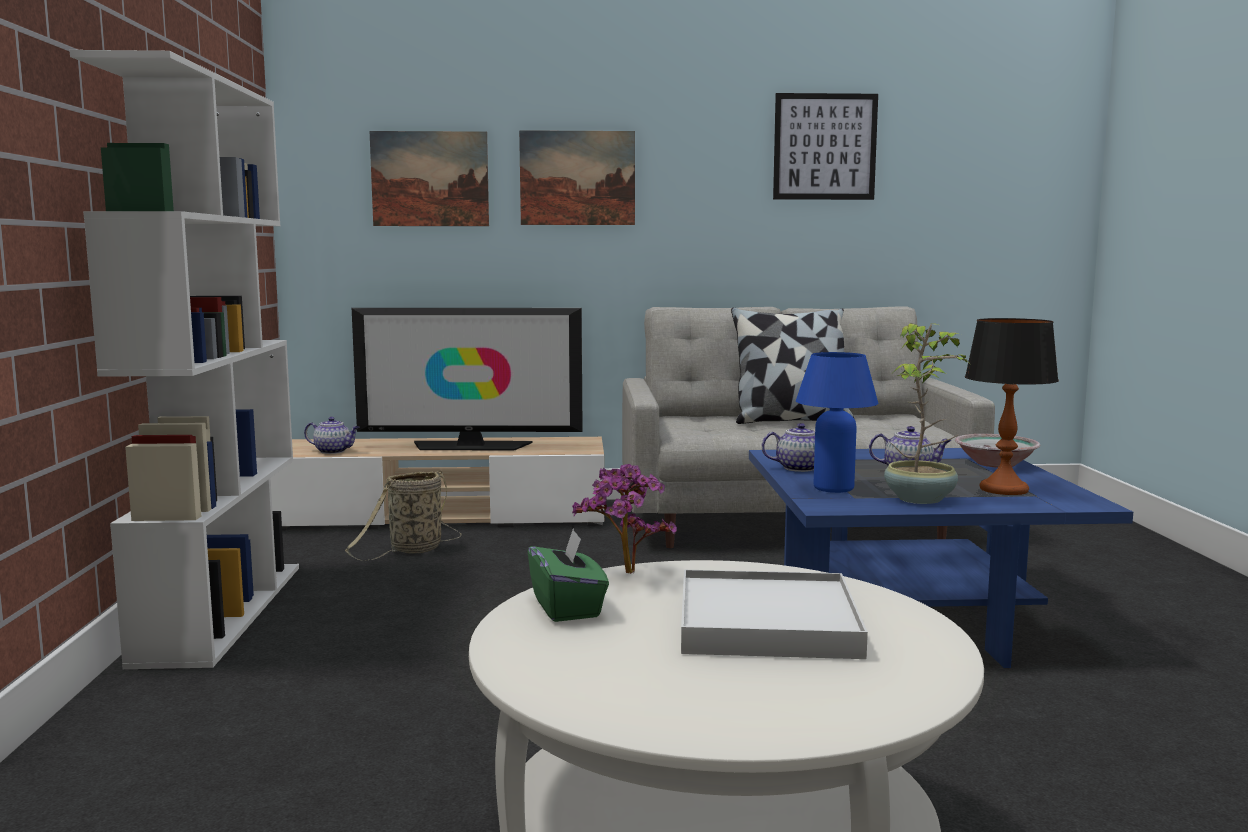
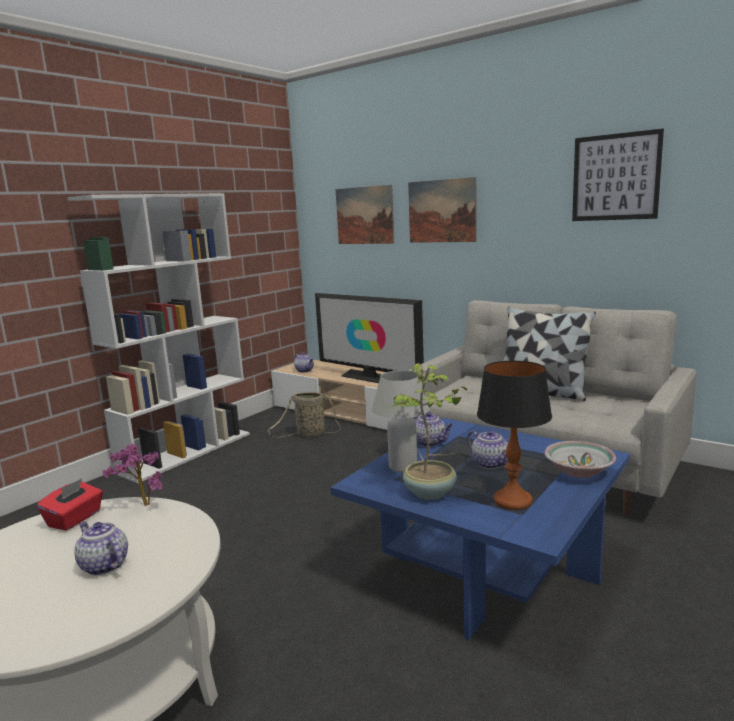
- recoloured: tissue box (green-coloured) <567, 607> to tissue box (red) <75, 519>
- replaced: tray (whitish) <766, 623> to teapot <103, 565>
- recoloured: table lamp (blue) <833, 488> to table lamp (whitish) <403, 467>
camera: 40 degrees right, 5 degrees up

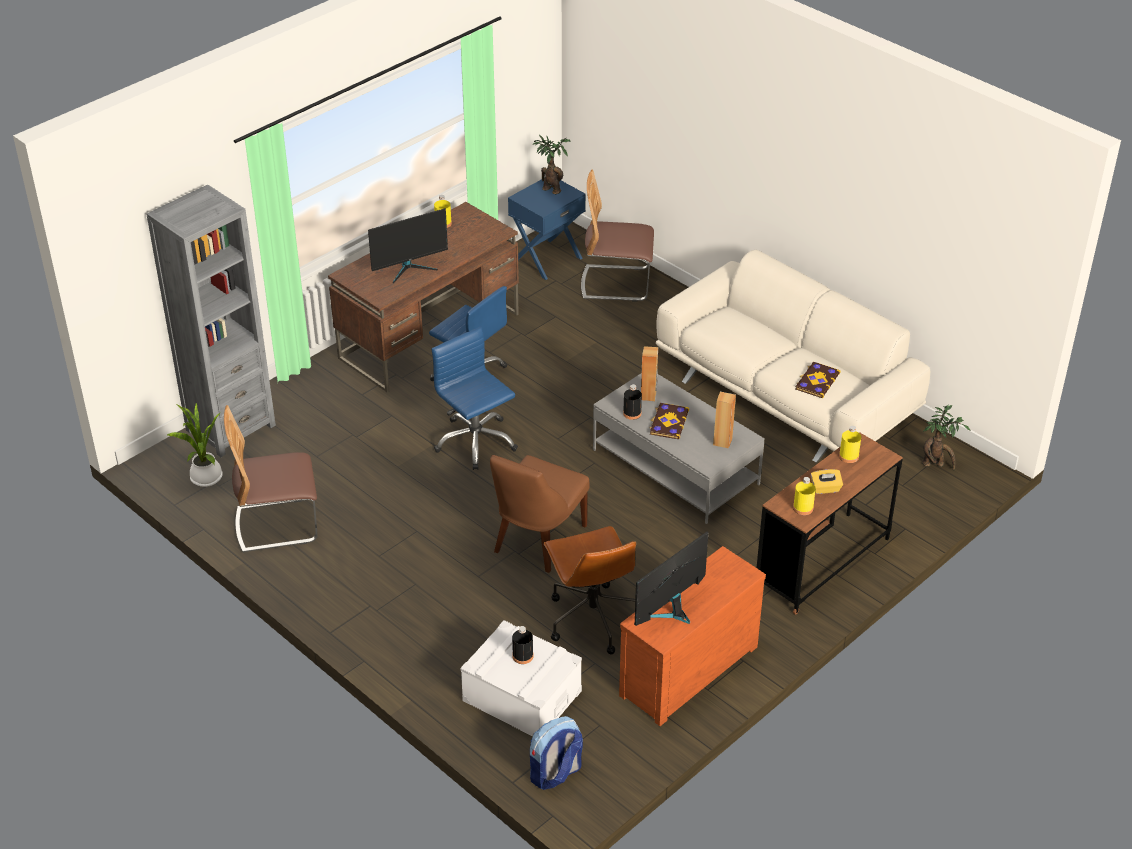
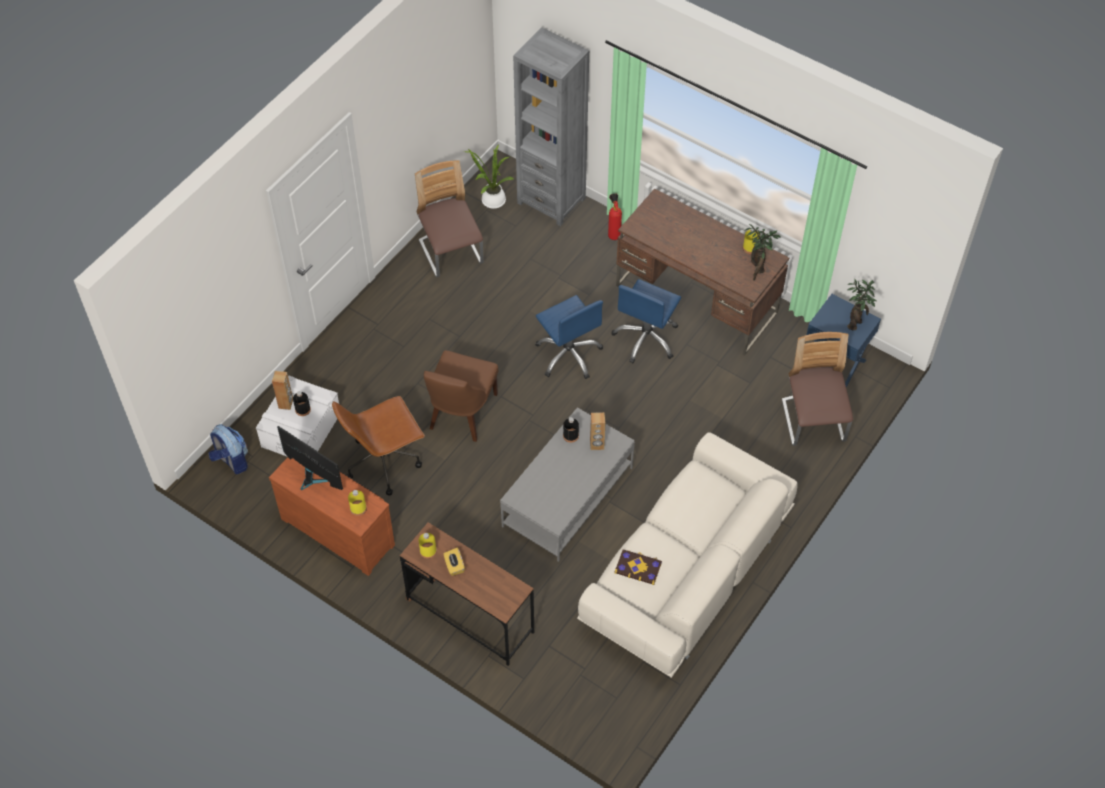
- removed: computer screen <410, 268>
- turned: desk chair (blue) <475, 442> = <569, 354> 105 degrees clockwise
- turned: chair (brownish) <537, 541> = <461, 414> 90 degrees counterclockwise
- removed: book <668, 422>
- moved: loudspeaker (brownish) <722, 442> to <286, 403>
- moved: bottle (yellow-coloured) <848, 456> to <358, 508>
- moved: houseplant <936, 464> to <757, 269>
- added: fire extinguisher <613, 234>
camera: 80 degrees right, 15 degrees up

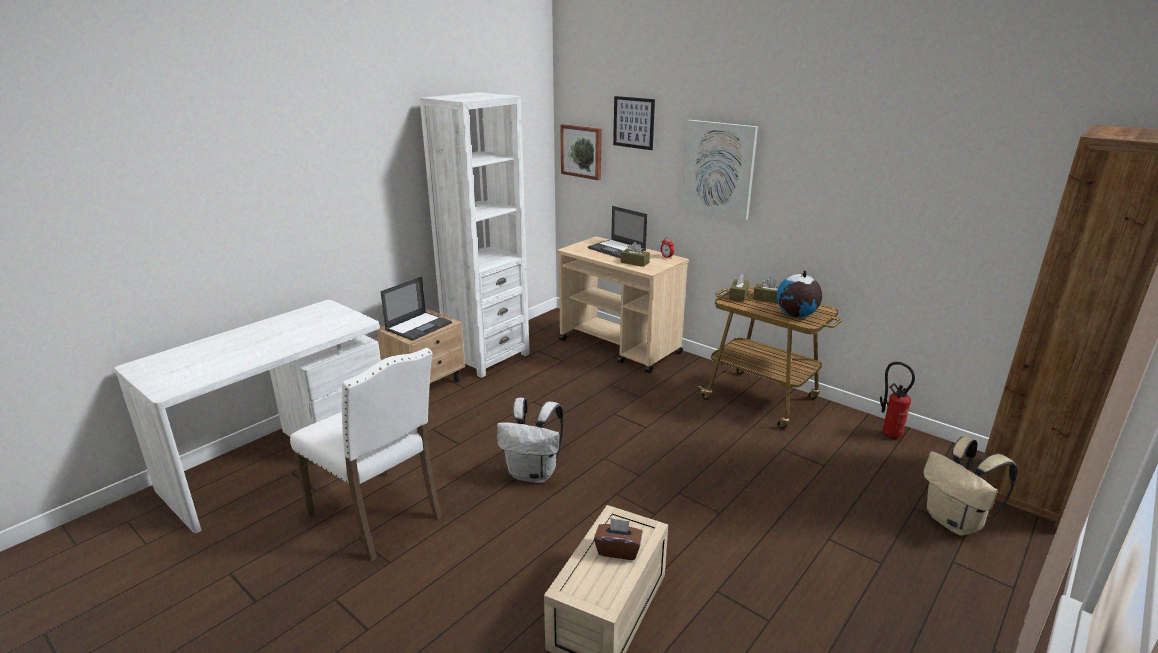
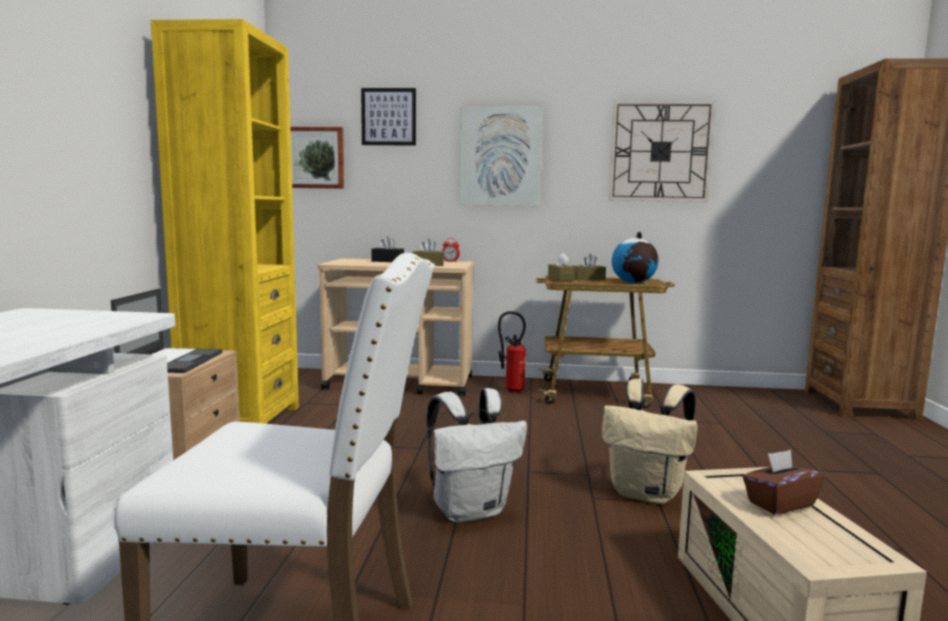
- recoloured: bookcase (whitish) <487, 357> to bookcase (yellow-coloured) <241, 420>
- replaced: laptop <617, 249> to tissue box (blackish) <387, 261>
- moved: fire extinguisher <888, 434> to <511, 390>
- moved: rucksack (sand-coloured) <955, 522> to <647, 493>
- added: clock on the wall <660, 151>
camera: 35 degrees left, 15 degrees down

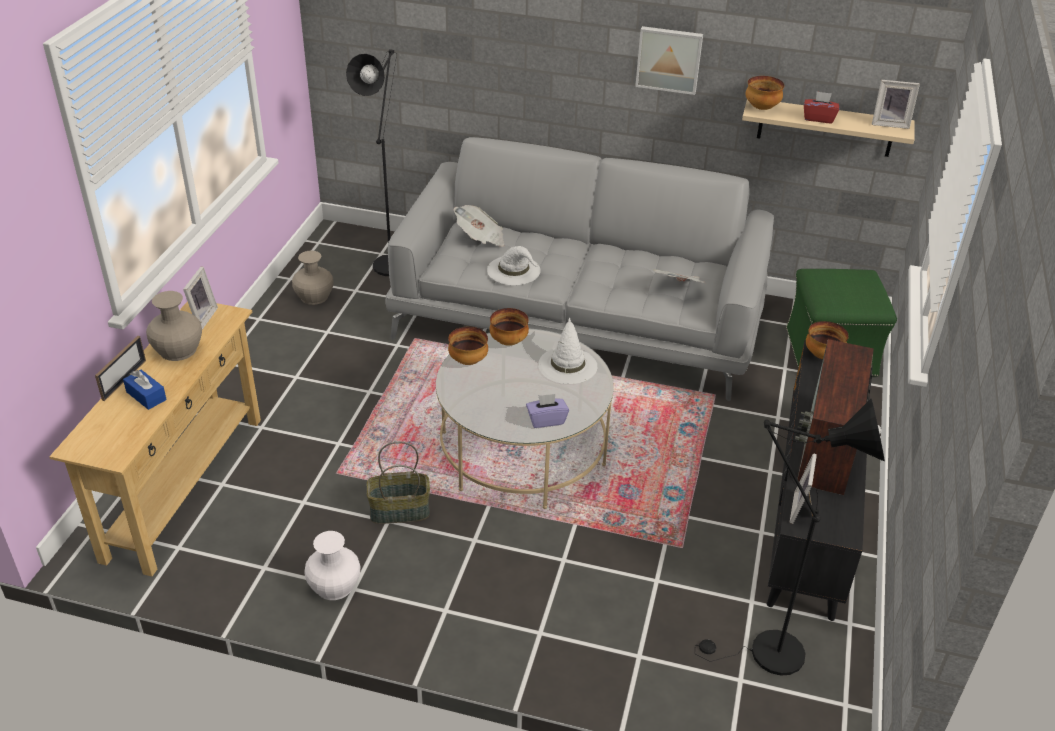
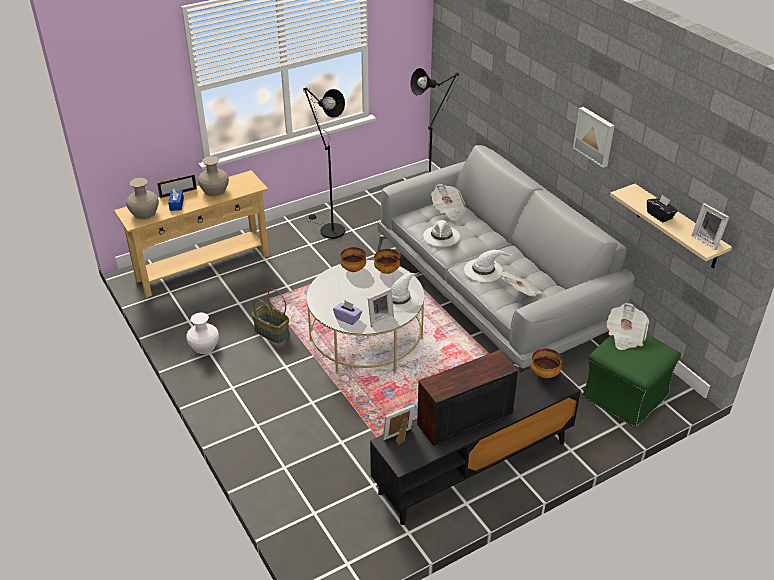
- moved: picture frame <201, 318> to <379, 319>
- moved: flower vase (sand-coloured) <314, 296> to <144, 213>
- moved: floor lamp (blackish) <767, 654> to <328, 229>
- removed: deep dish <761, 108>
- recoloured: tissue box (red) <818, 118> to tissue box (blackish) <659, 215>
- added: clothing hat (whitish) <484, 270>
- added: printed paper <625, 336>
camera: 45 degrees right, 0 degrees up

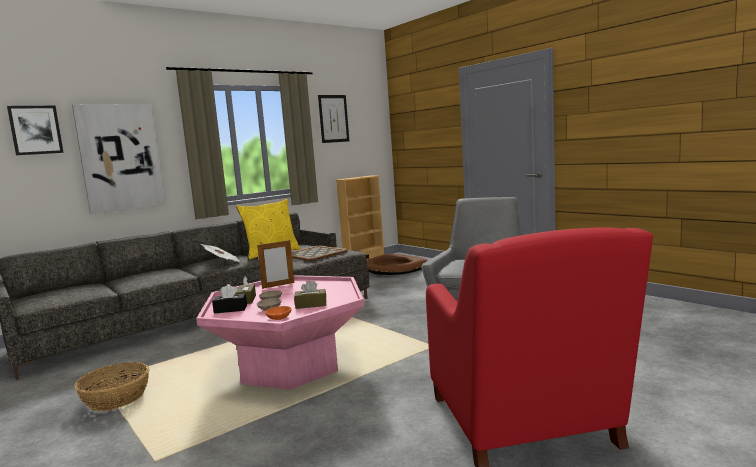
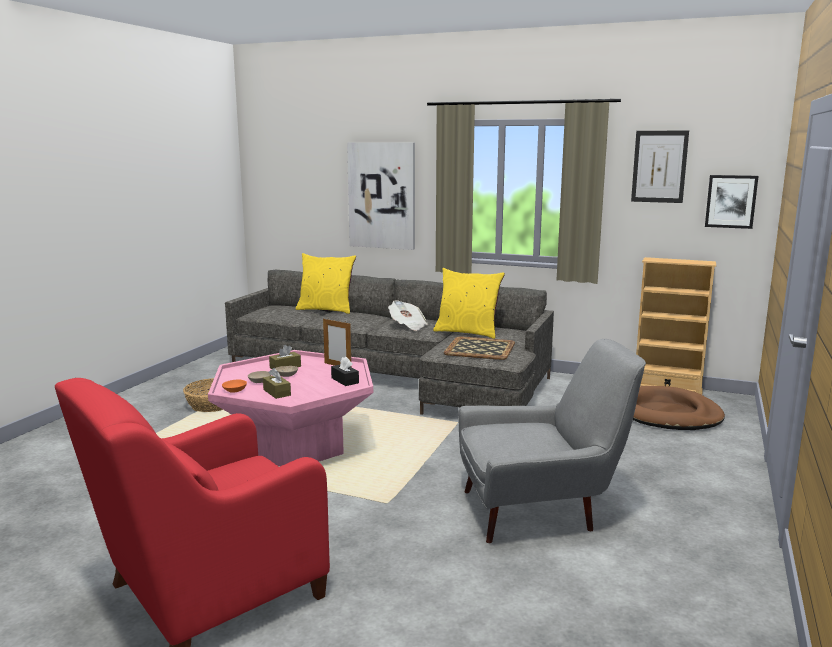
- moved: picture <35, 130> to <730, 201>
- moved: tissue box (blackish) <230, 309> to <345, 380>
- added: cushion (yellow-coloured) <326, 309>
camera: 60 degrees right, 5 degrees up

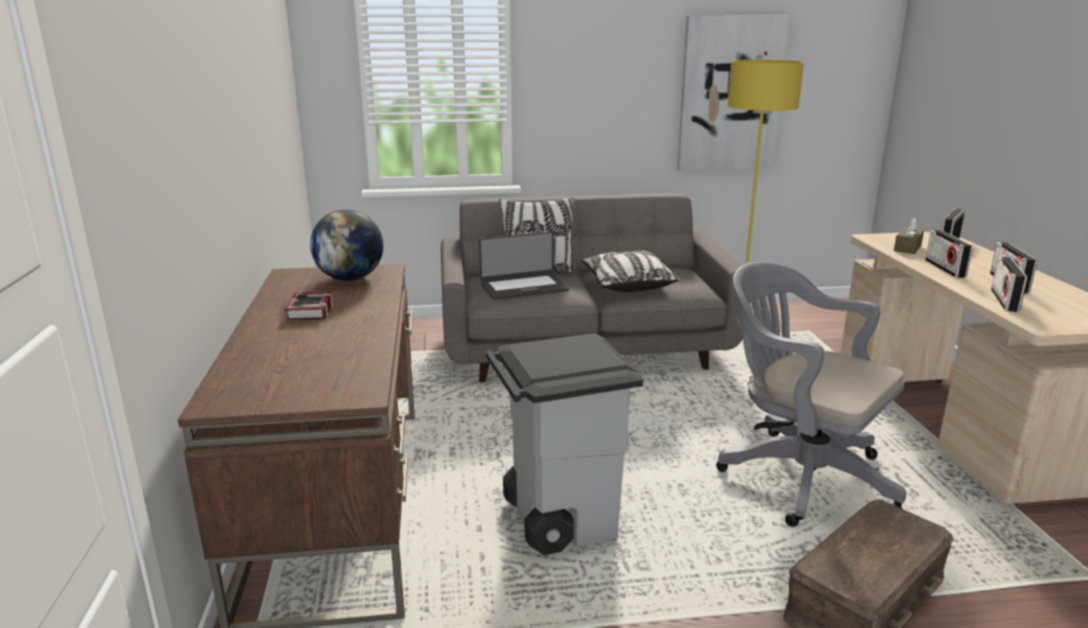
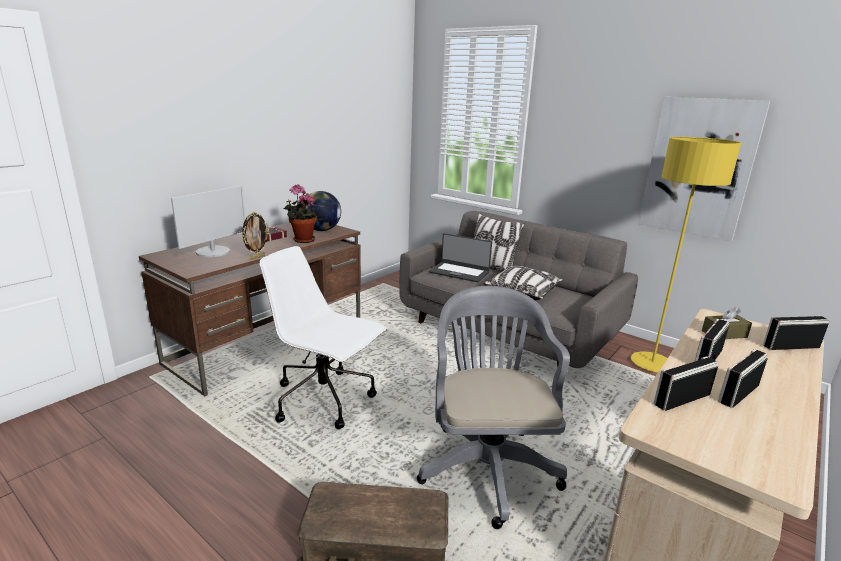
- replaced: trash can (greyish) <558, 519> to desk chair (whitish) <325, 400>
- added: computer screen <213, 252>
- added: picture frame <257, 257>
- added: houseplant <302, 240>
camera: 45 degrees right, 0 degrees up

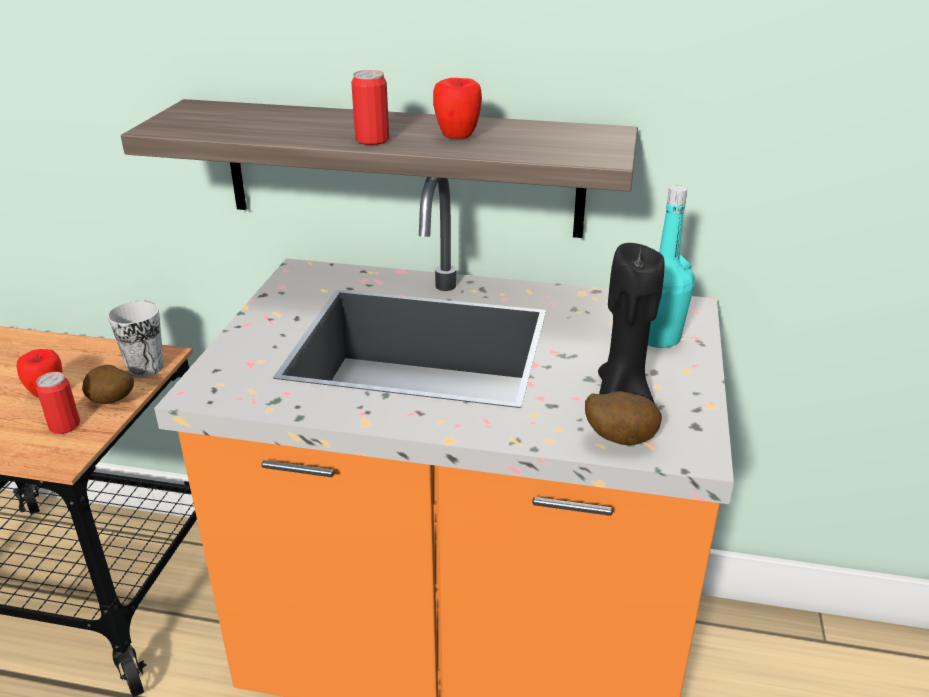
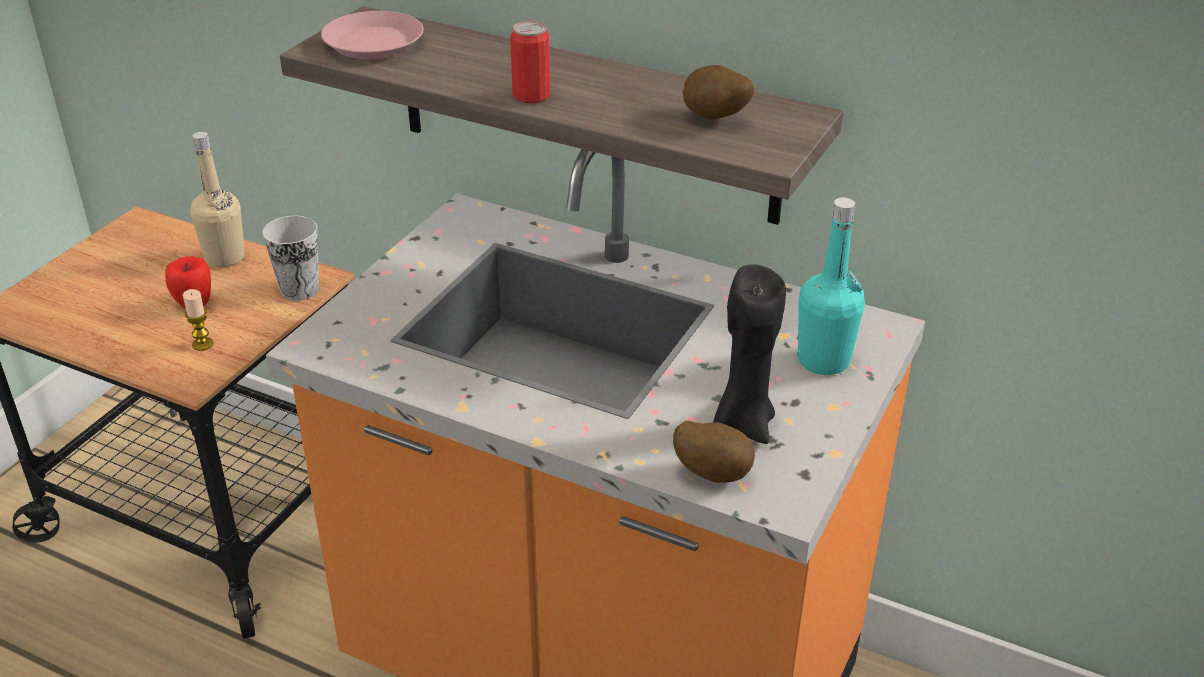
- replaced: metal can <64, 426> to candle <202, 344>
- moved: whole potato <111, 403> to <714, 119>
- removed: whole apple <457, 137>
- added: bottle (sand-coloured) <225, 258>
- added: flat dish (pink-coloured) <373, 44>
camera: 15 degrees right, 5 degrees up

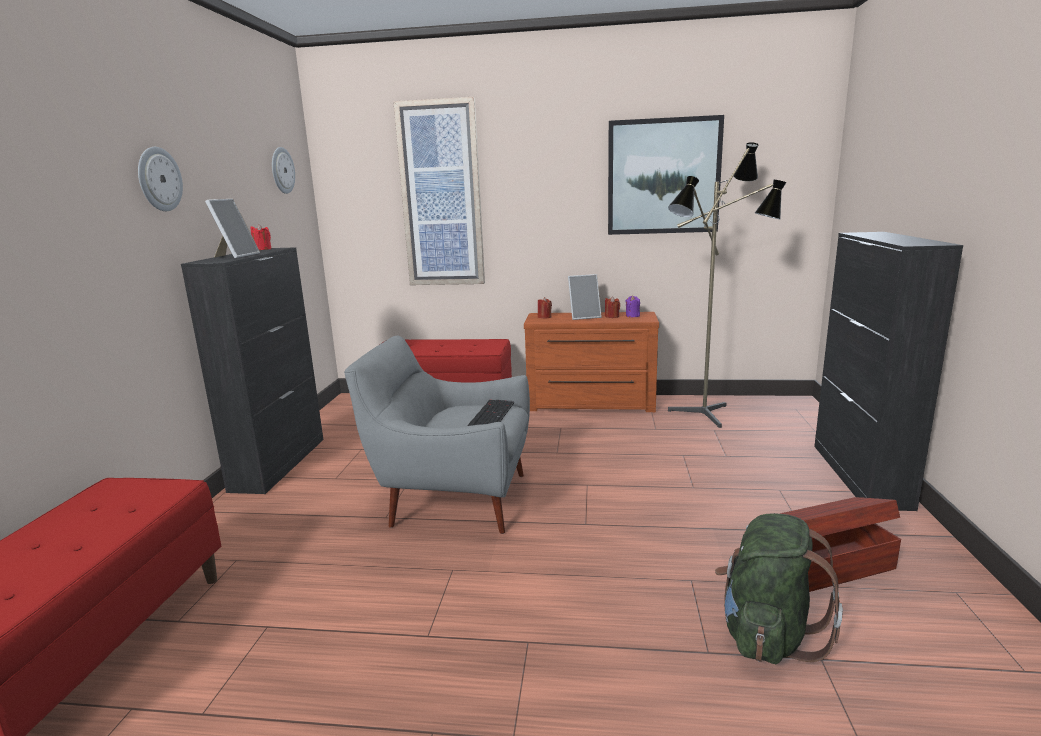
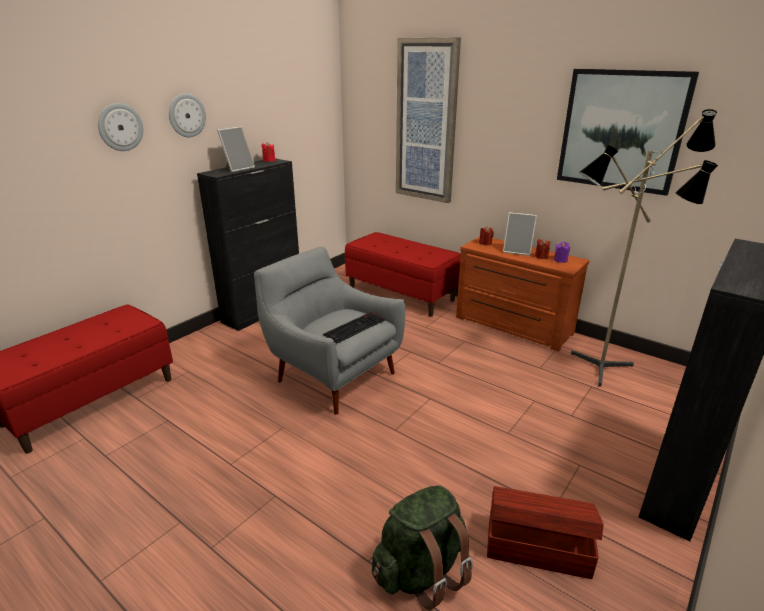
- moved: clock on the wall <282, 170> to <120, 127>
camera: 30 degrees right, 10 degrees up

